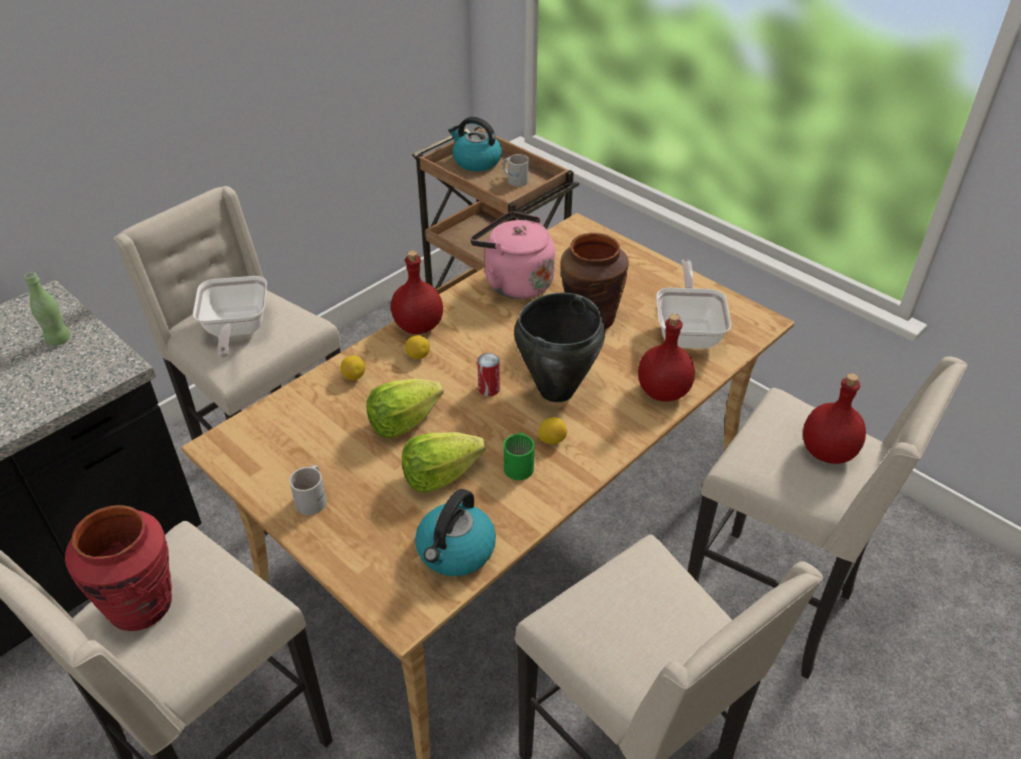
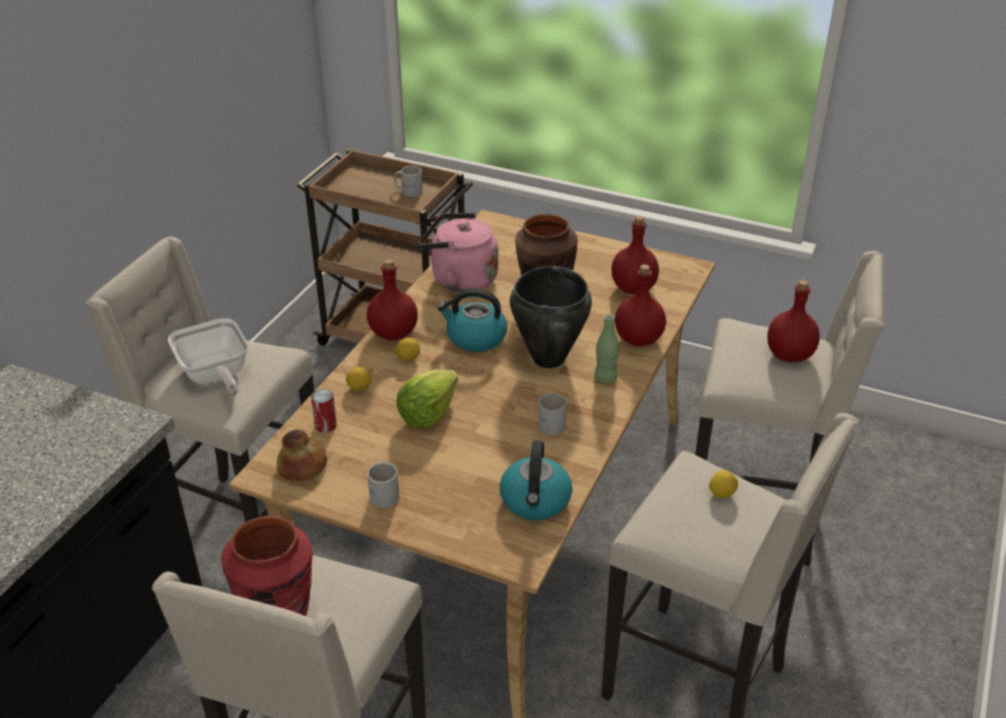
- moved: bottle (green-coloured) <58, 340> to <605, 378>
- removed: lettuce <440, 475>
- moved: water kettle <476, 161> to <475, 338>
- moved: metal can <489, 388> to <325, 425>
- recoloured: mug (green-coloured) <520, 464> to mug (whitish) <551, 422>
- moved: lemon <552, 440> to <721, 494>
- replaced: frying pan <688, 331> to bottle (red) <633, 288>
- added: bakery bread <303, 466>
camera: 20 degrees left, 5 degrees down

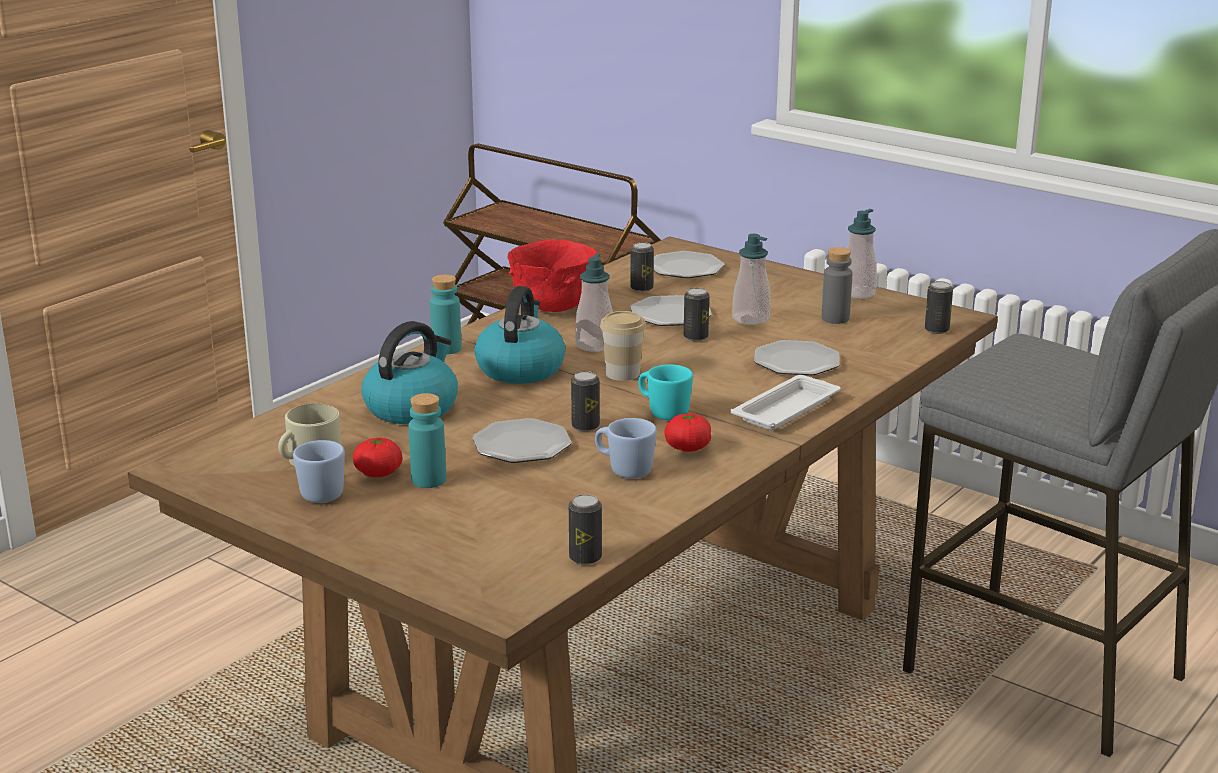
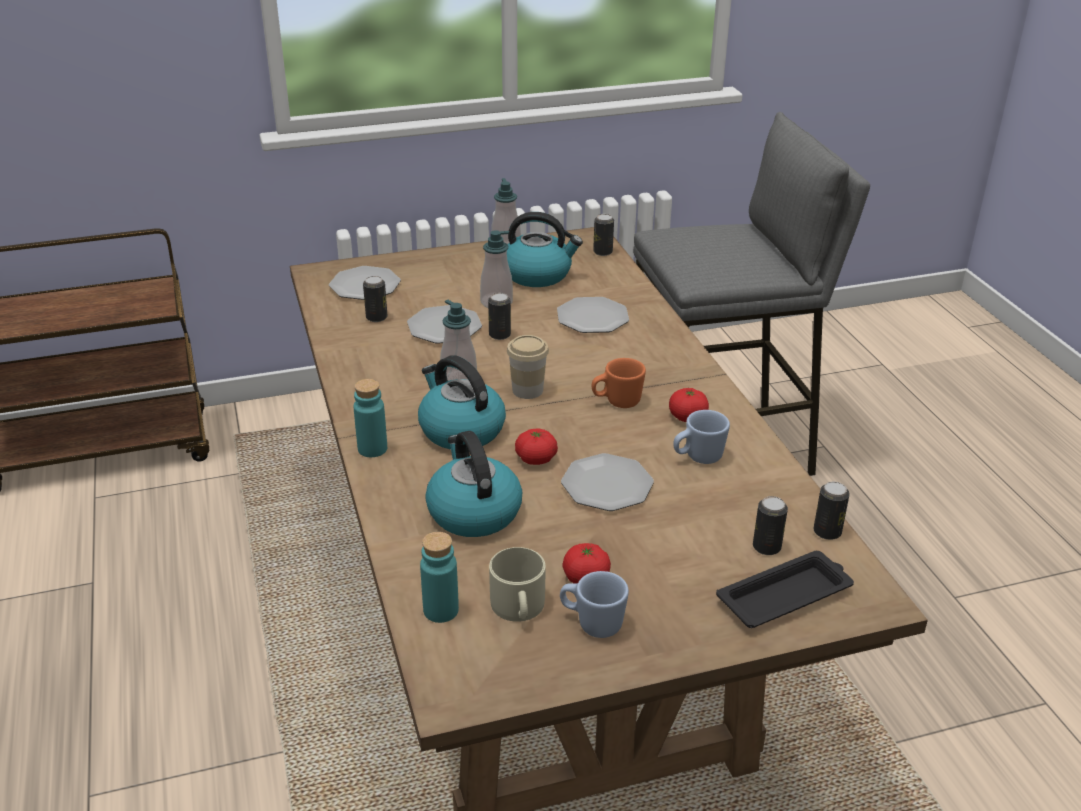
- moved: bottle (turquoise-coloured) <428, 480> to <441, 610>
- removed: deep dish (red) <553, 308>
- moved: metal can <585, 426> to <766, 547>
- recoloured: mug (turquoise-coloured) <663, 412> to mug (orange) <617, 402>
- removed: tray (whitish) <787, 409>
- replaced: bottle (greyish) <835, 318> to water kettle <538, 274>
- added: tomato <536, 459>
- added: tray (blackish) <786, 596>
camera: 55 degrees left, 10 degrees up

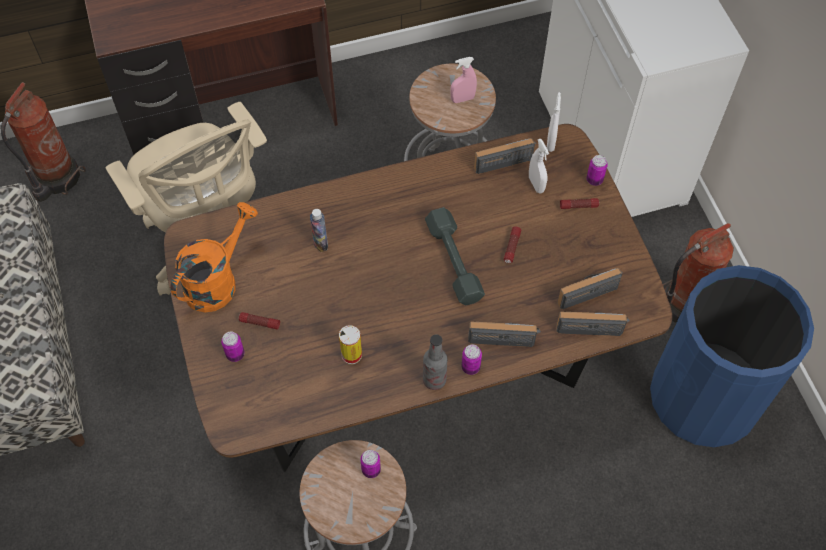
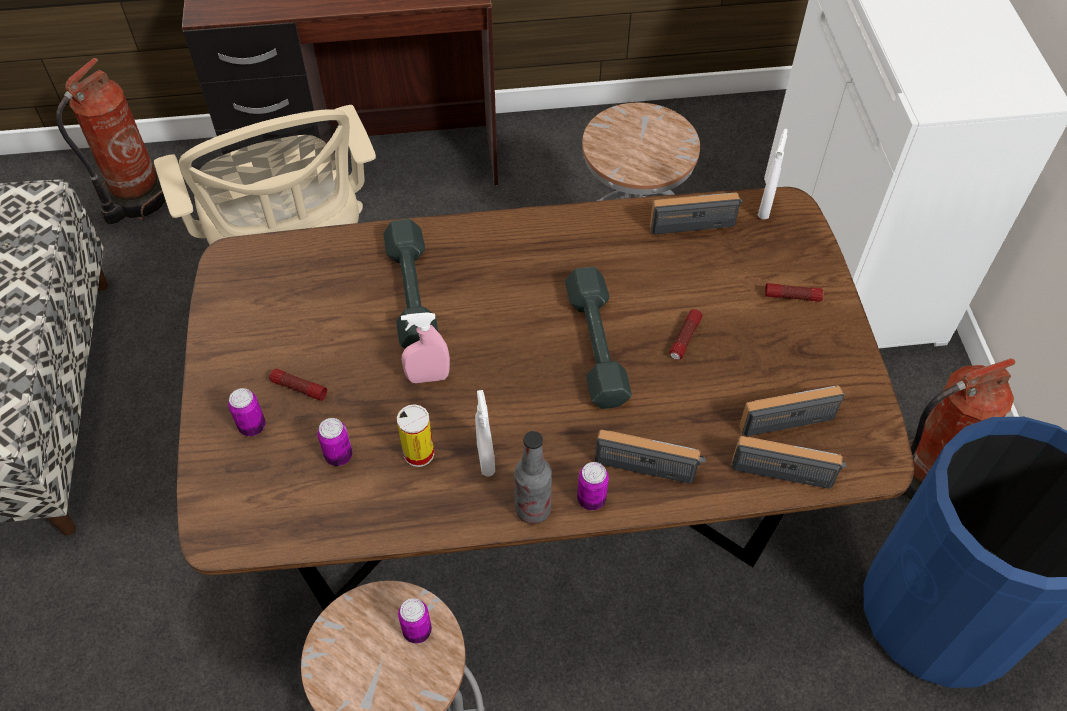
- removed: watering can (orange) <217, 280>
- replaced: bottle <320, 243> to free weight (greyish) <412, 294>
- moved: hand sprayer (pink-coloured) <462, 99> to <428, 377>
- moved: hand sprayer (whitish) <536, 184> to <486, 459>
- moved: metal can <594, 180> to <339, 455>
camera: 10 degrees right, 5 degrees down

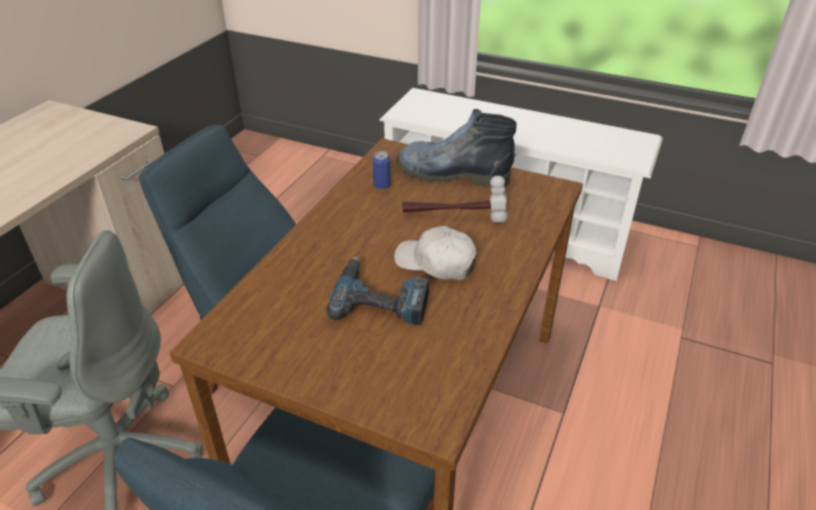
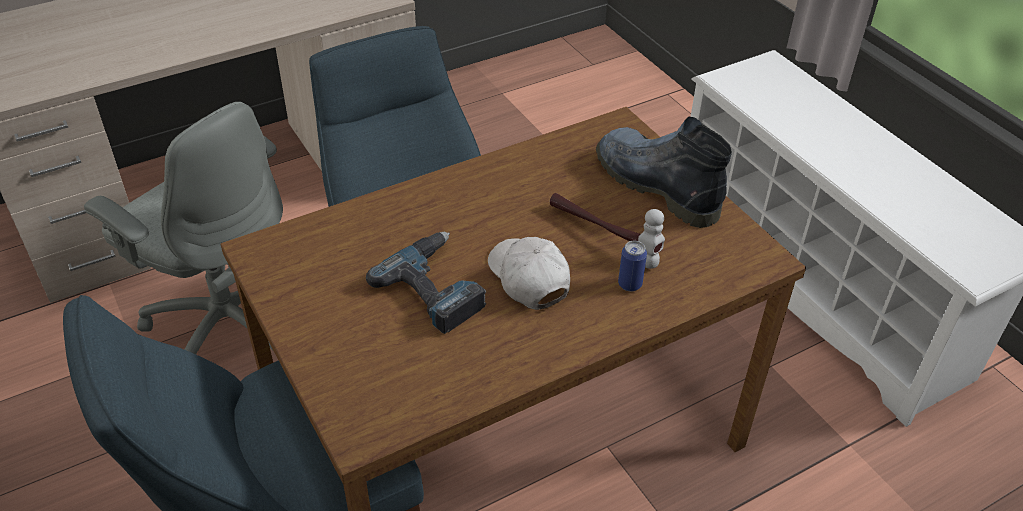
- moved: metal can <382, 185> to <630, 284>
camera: 35 degrees right, 5 degrees up

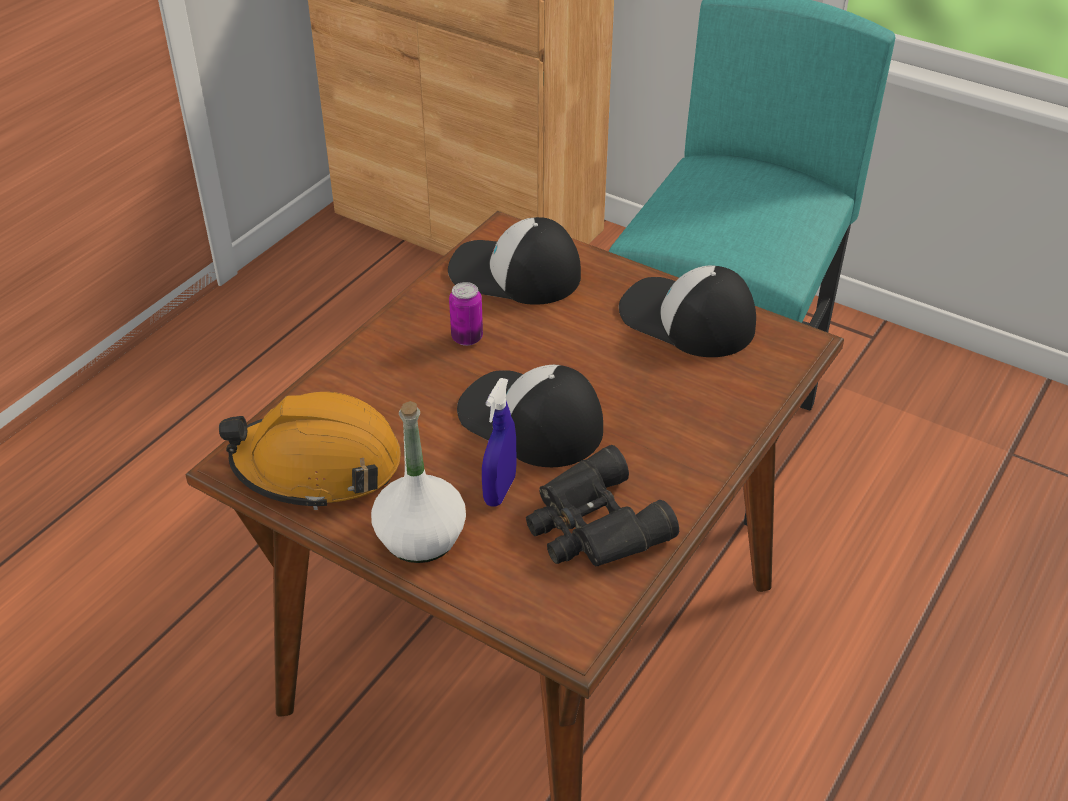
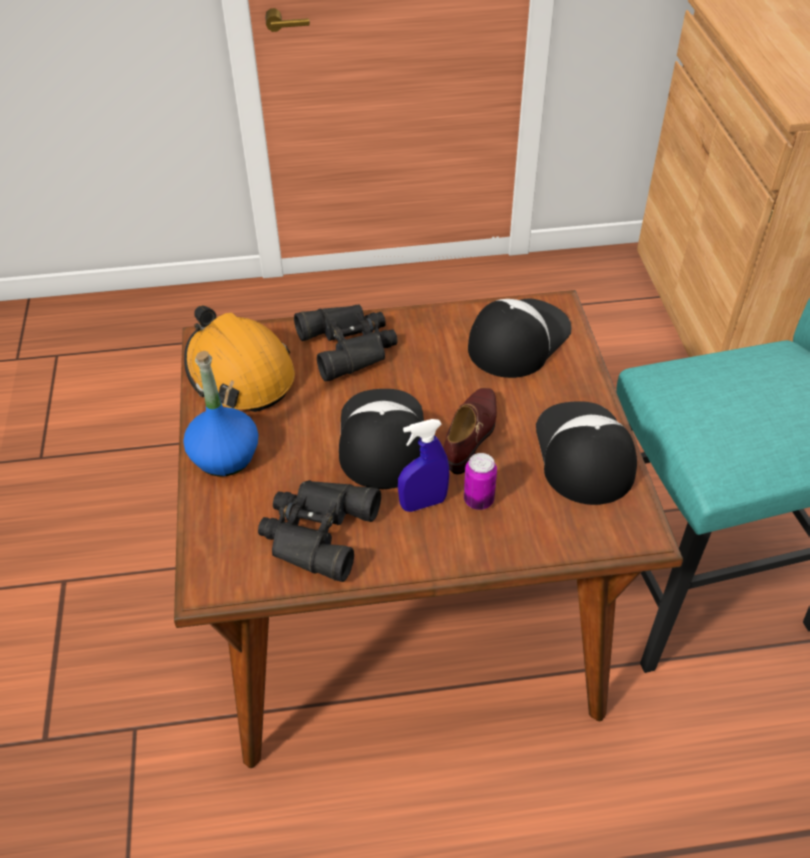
- recoloured: bottle (whitish) <420, 537> to bottle (blue) <224, 456>
- turned: cap <514, 273> = <517, 339> 60 degrees clockwise
- moved: metal can <467, 338> to <478, 500>
- moved: hand sprayer (blue) <500, 490> to <423, 503>
- added: pair of binoculars (blackish) <350, 346>
- added: low shoe (brownish) <472, 434>
camera: 50 degrees right, 5 degrees up

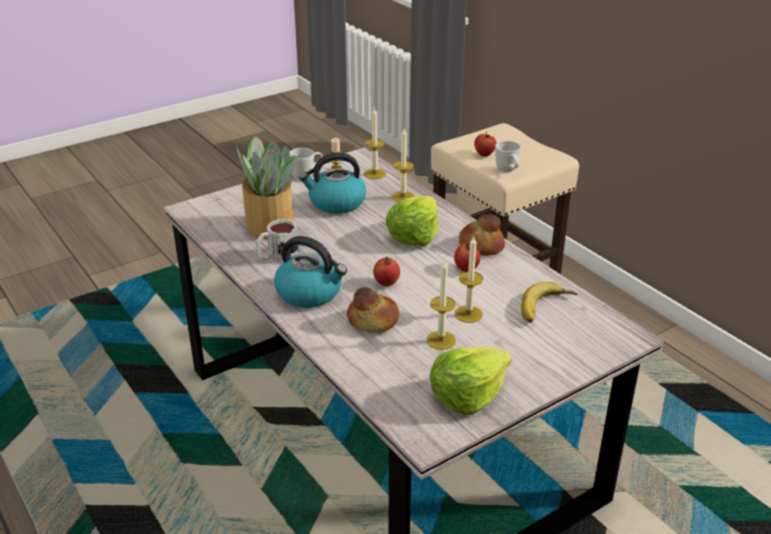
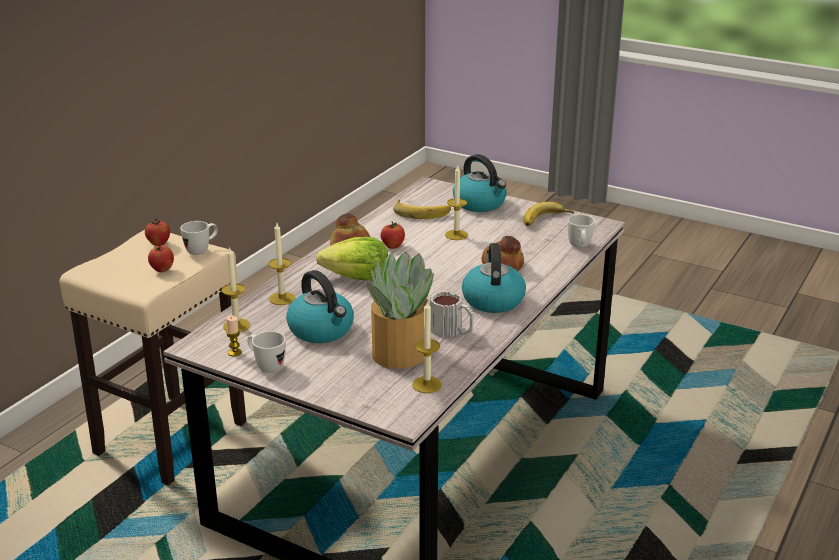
- moved: whole apple <386, 283> to <159, 243>
- moved: candle <441, 340> to <427, 384>
- replaced: lettuce <467, 395> to banana <546, 220>
- added: water kettle <480, 203>
- added: mug (whitish) <580, 247>
camera: 115 degrees left, 5 degrees down

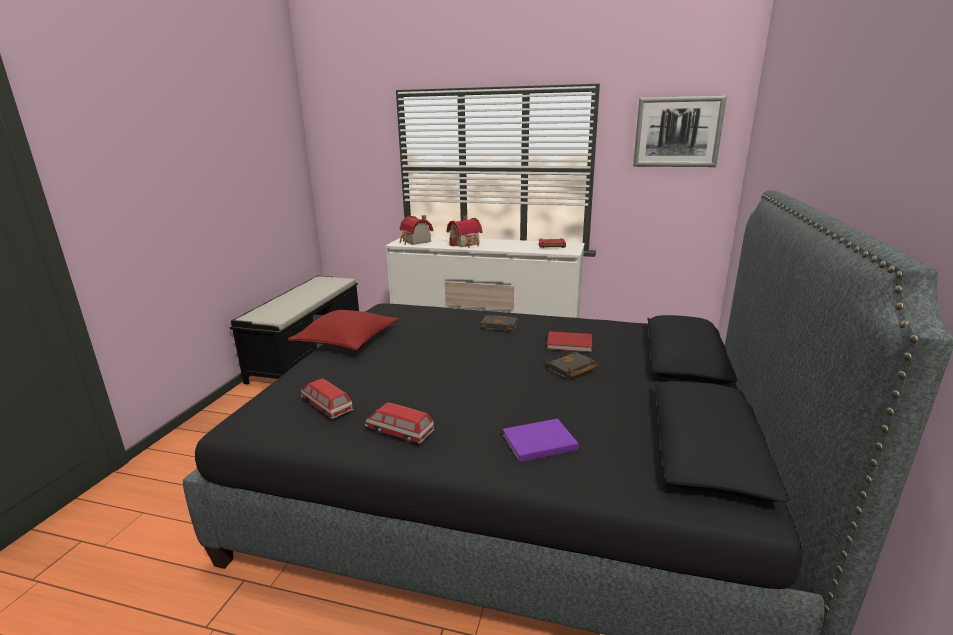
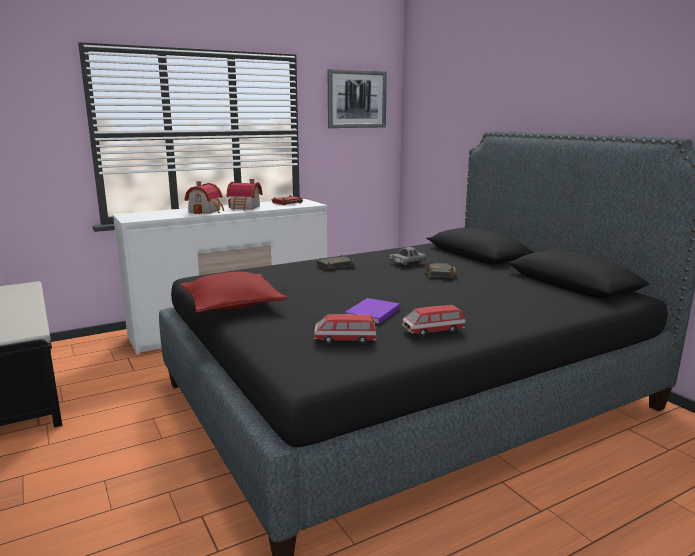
- moved: toy house <415, 241> to <245, 208>
- moved: book (purplish) <537, 442> to <371, 314>
- replaced: book (red) <570, 344> to miniature car (greyish) <407, 263>
camera: 45 degrees left, 5 degrees down

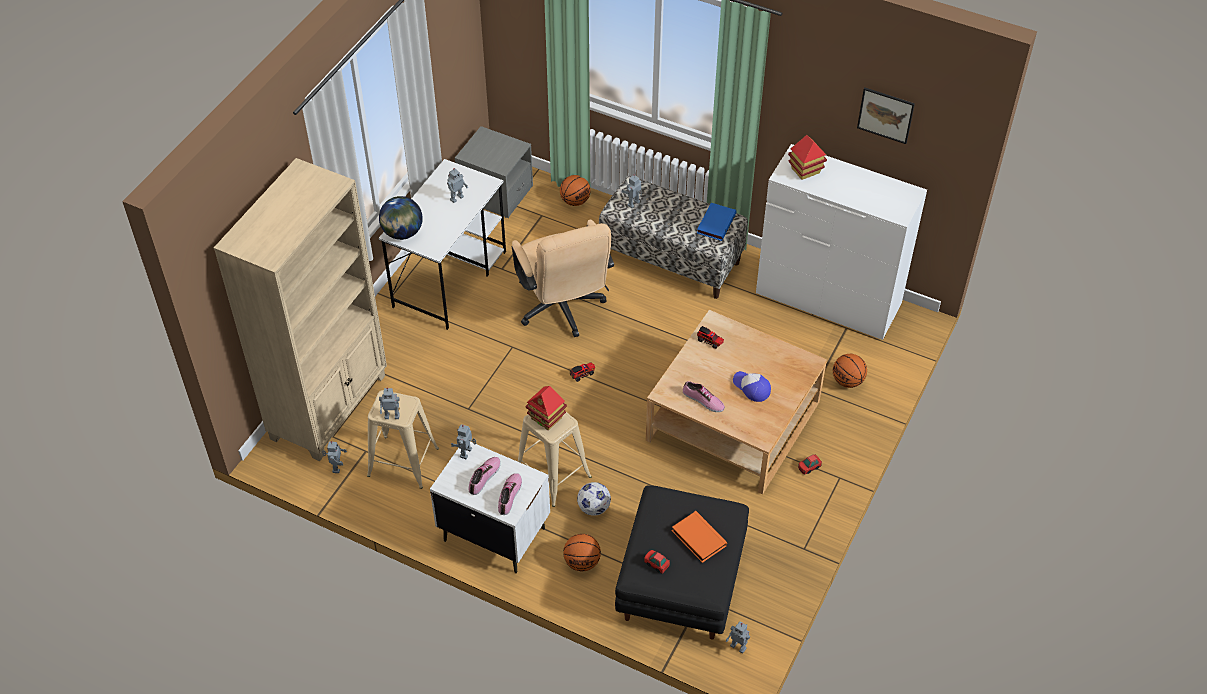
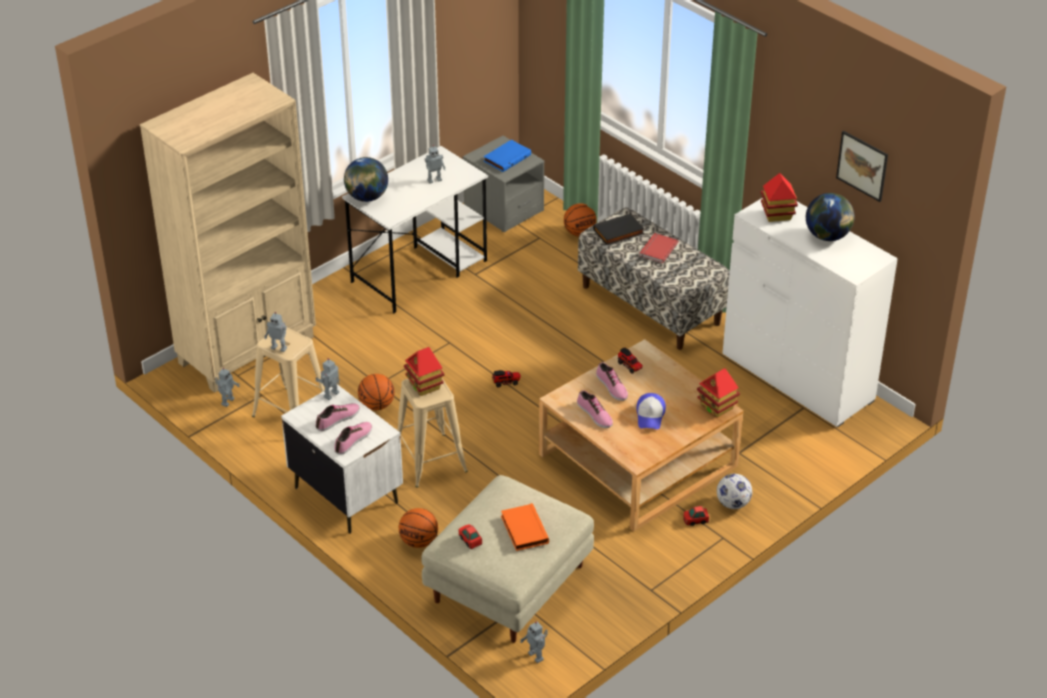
- removed: desk chair (sand-coloured) <562, 310>
- moved: football <594, 508> to <733, 504>
- recoloured: ottoman (blackish) <681, 582> to ottoman (sand-coloured) <508, 585>
- replaced: model robot <634, 204> to book (blackish) <618, 232>
- moved: book (blue) <715, 223> to <506, 157>
- turned: cap <751, 388> = <650, 416> 150 degrees counterclockwise
- moved: basketball ball <847, 381> to <376, 405>
- added: low shoe <611, 387>
- added: book (red) <657, 249>
- added: toy house <717, 407>
- added: desk globe <827, 236>
camera: 20 degrees right, 10 degrees down

